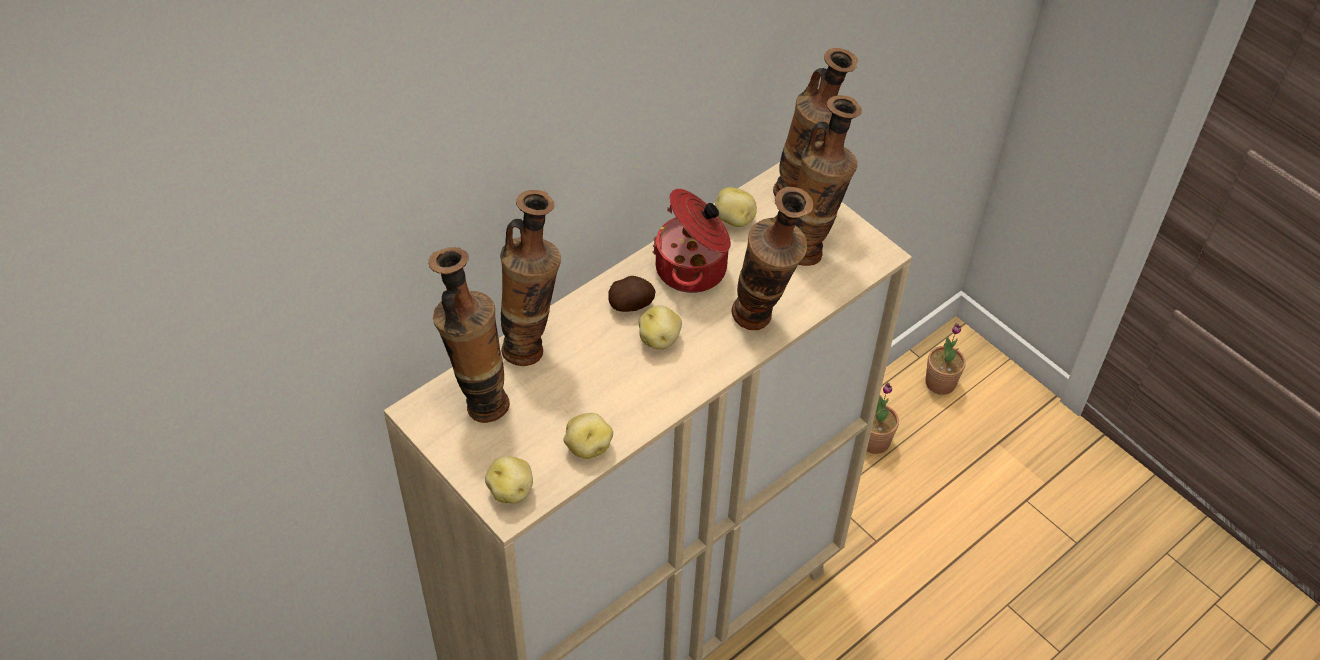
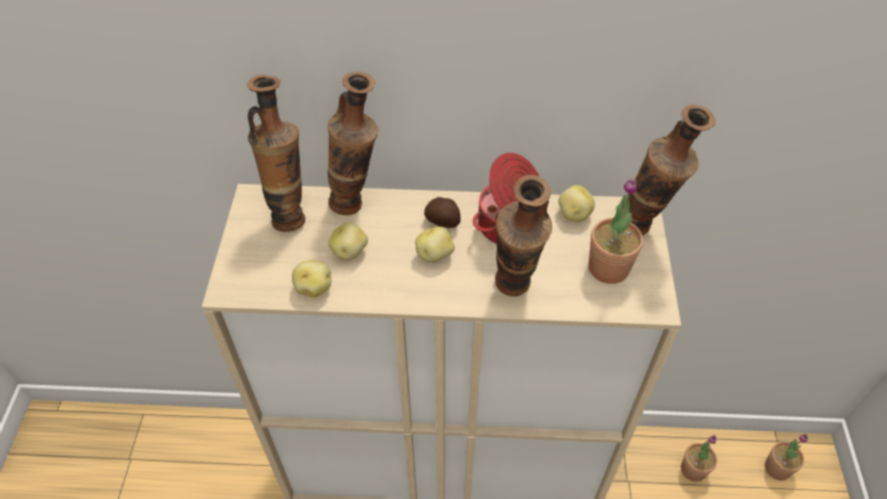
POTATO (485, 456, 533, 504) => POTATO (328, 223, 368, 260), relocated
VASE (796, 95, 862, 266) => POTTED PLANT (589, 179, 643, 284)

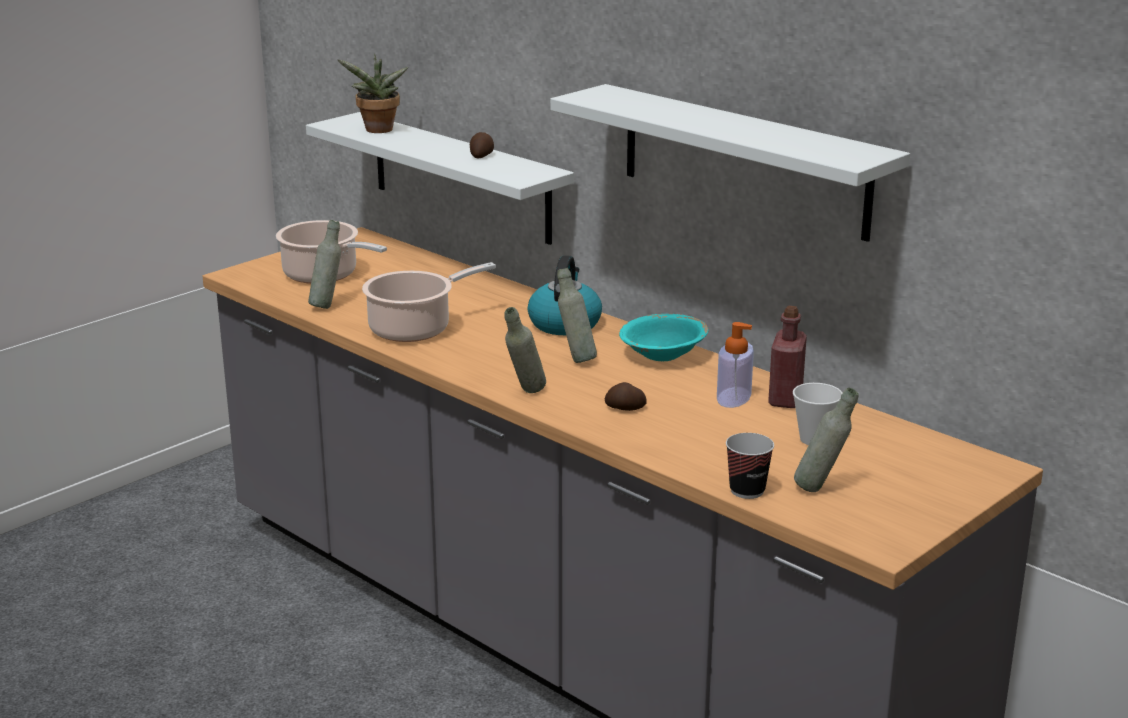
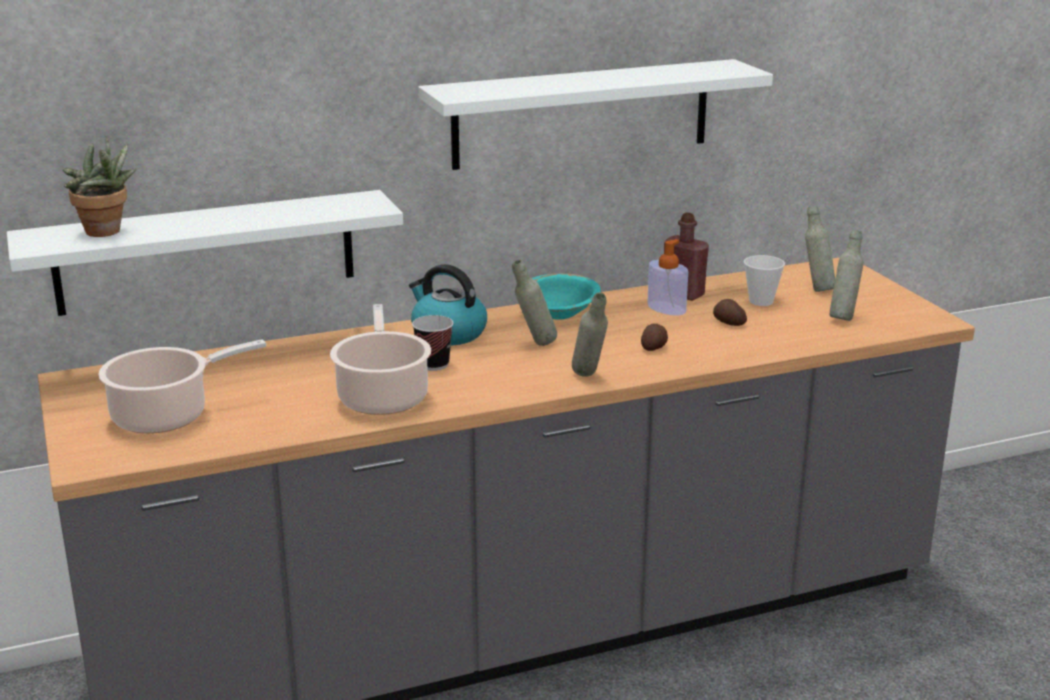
CUP (726, 433, 774, 499) => CUP (412, 315, 453, 371), relocated
POTATO (470, 132, 494, 158) => POTATO (713, 299, 747, 326), relocated
GREY BOTTLE (308, 220, 341, 309) => GREY BOTTLE (805, 206, 835, 292), relocated

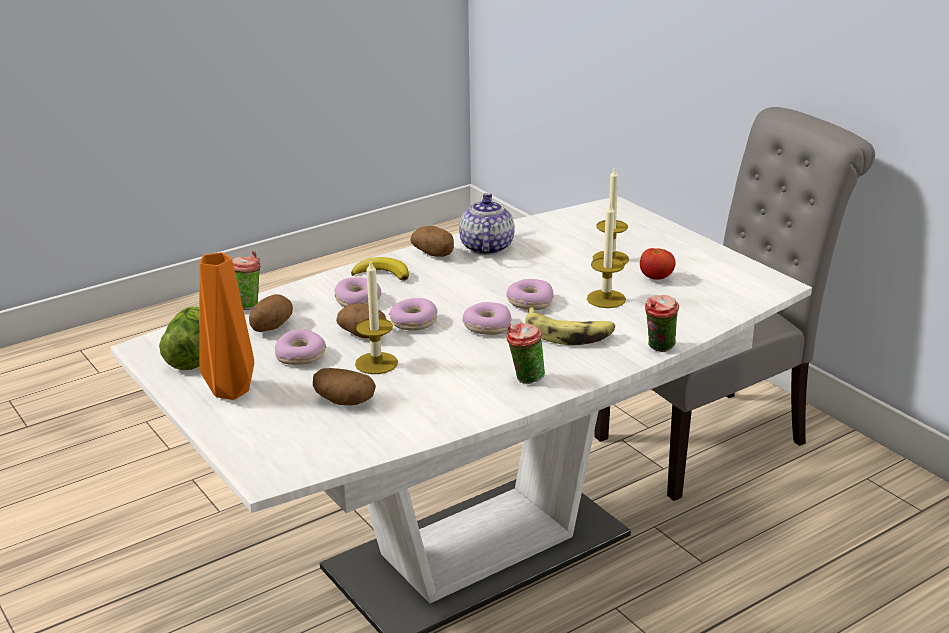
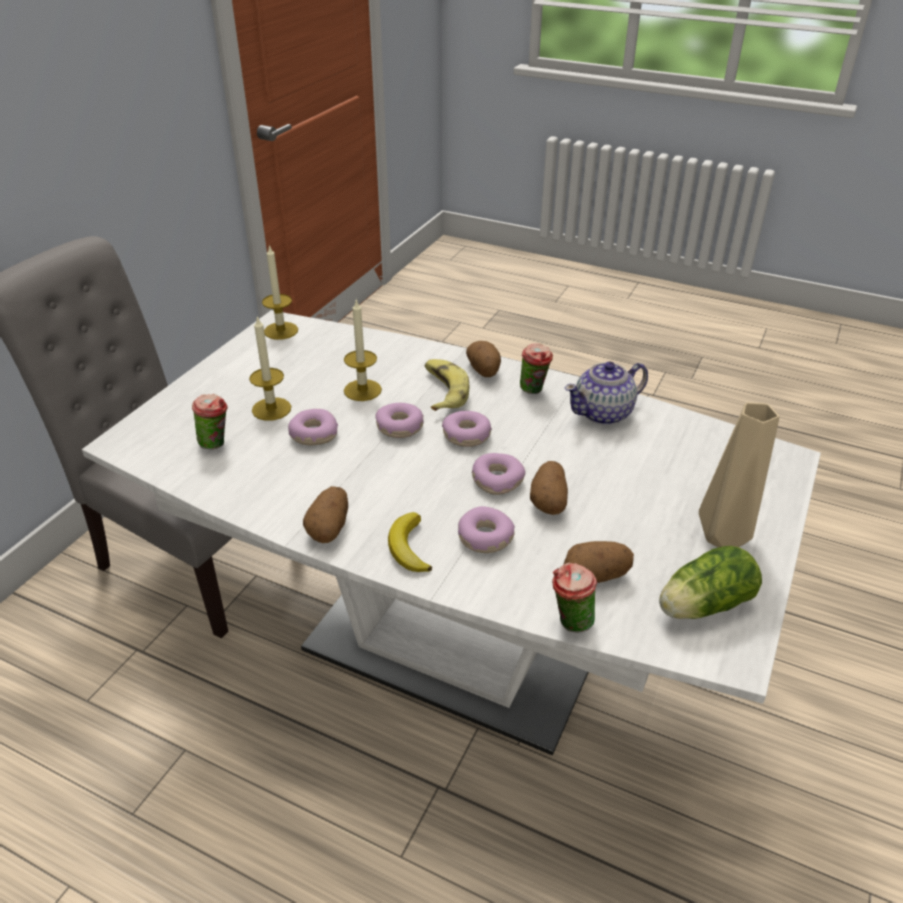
CUP (645, 295, 679, 352) => CUP (192, 394, 228, 449), relocated
CANDLE (355, 259, 398, 374) => CANDLE (262, 244, 298, 340), relocated
DONUT (275, 329, 326, 365) => DONUT (288, 409, 338, 445), relocated
POTATO (313, 368, 376, 406) => POTATO (466, 341, 501, 377), relocated
TEAPOT (459, 193, 515, 255) => TEAPOT (565, 362, 648, 425), relocated
ORANGE VASE (199, 252, 254, 400) => BEIGE VASE (699, 402, 779, 547)
TOMATO (640, 248, 675, 280) => nothing

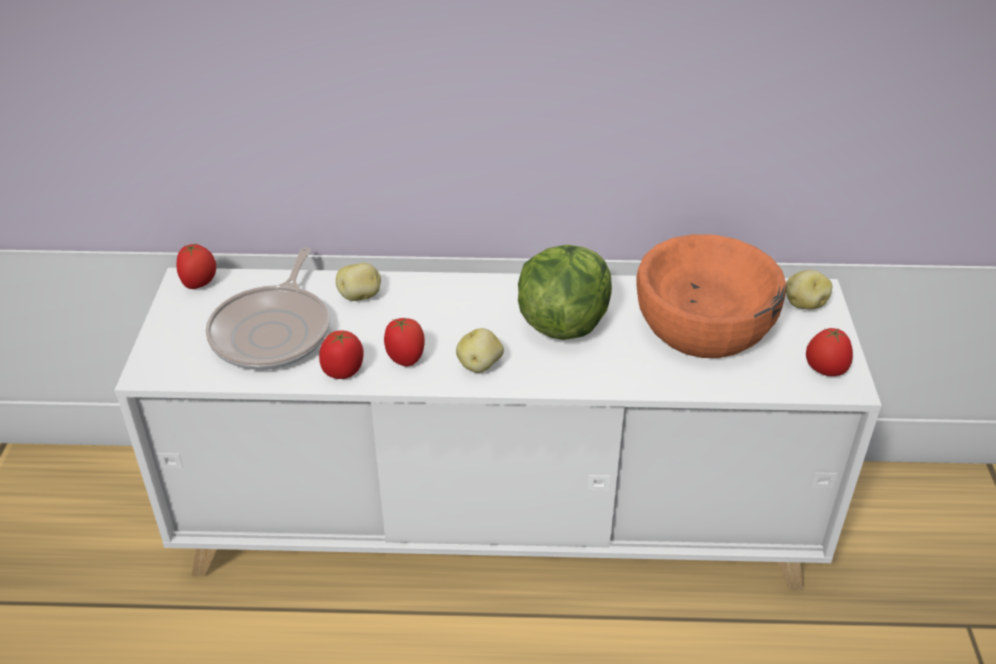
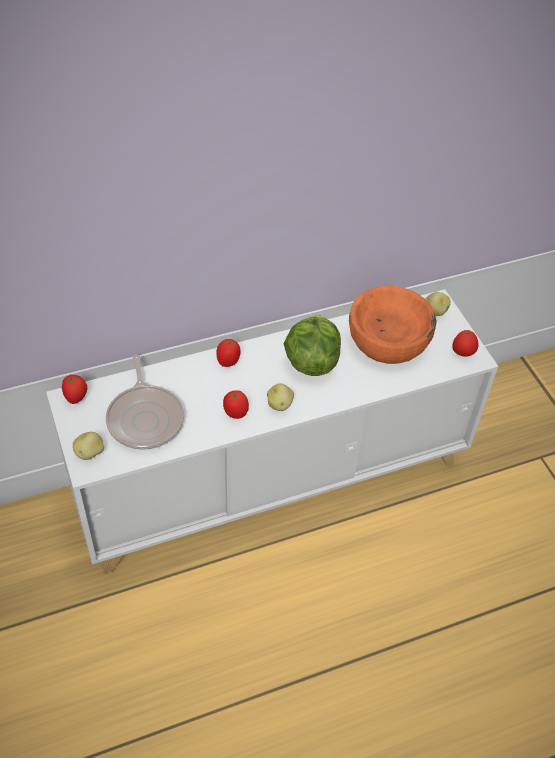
POTATO (336, 263, 381, 301) => POTATO (73, 432, 104, 460), relocated
TOMATO (319, 330, 364, 379) => TOMATO (216, 339, 241, 367), relocated

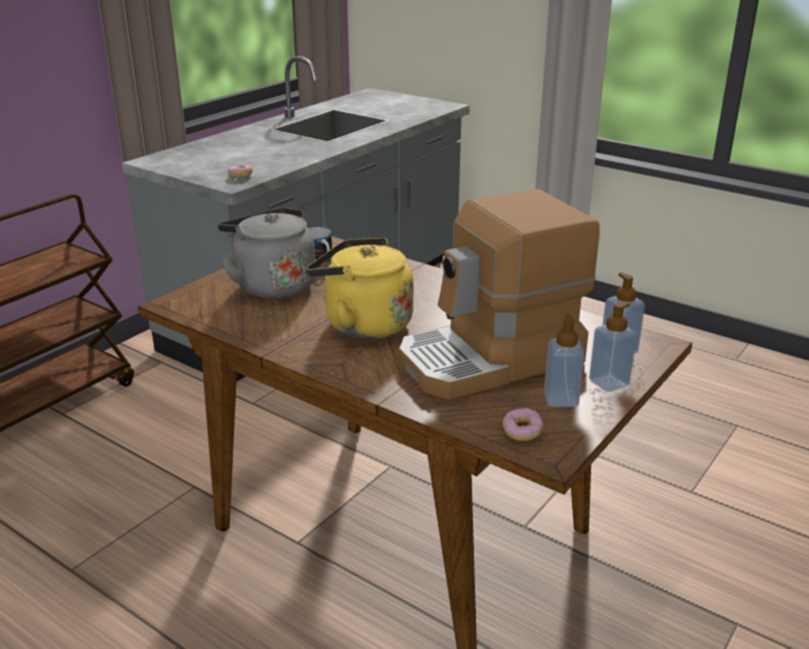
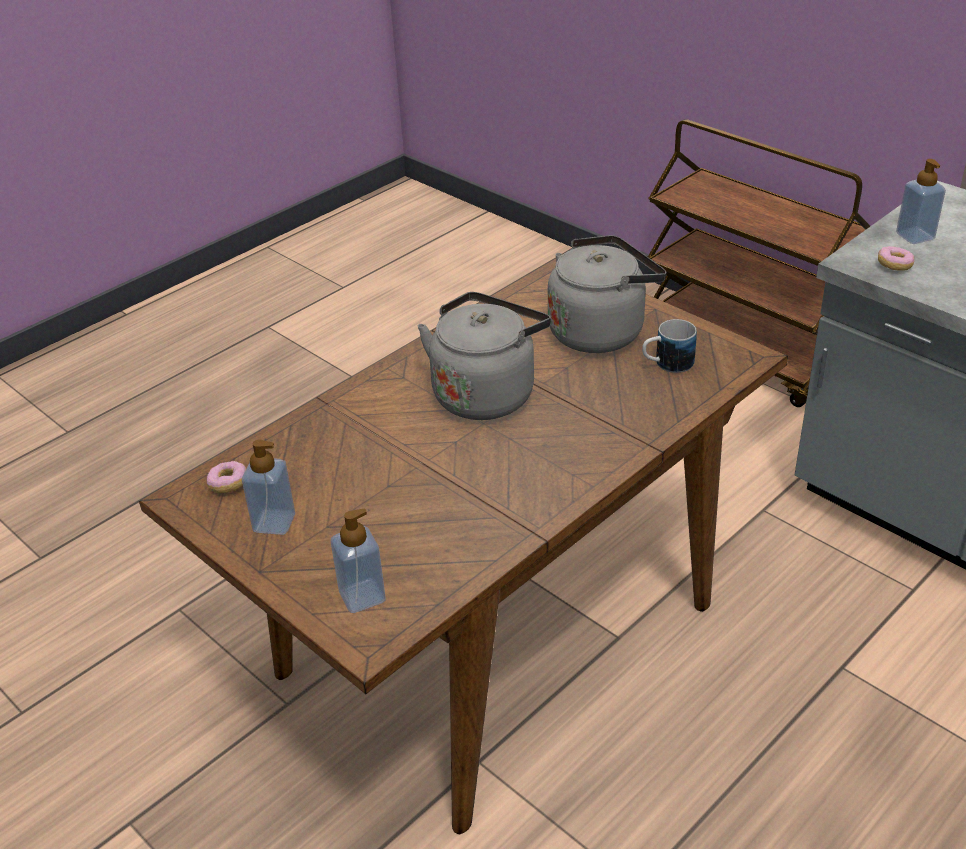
YELLOW KETTLE (306, 238, 413, 339) => GREY KETTLE (418, 292, 551, 420)
SOAP DISPENSER (589, 302, 637, 392) => SOAP DISPENSER (896, 159, 946, 244), relocated
COFFEE MACHINE (399, 189, 600, 400) => nothing

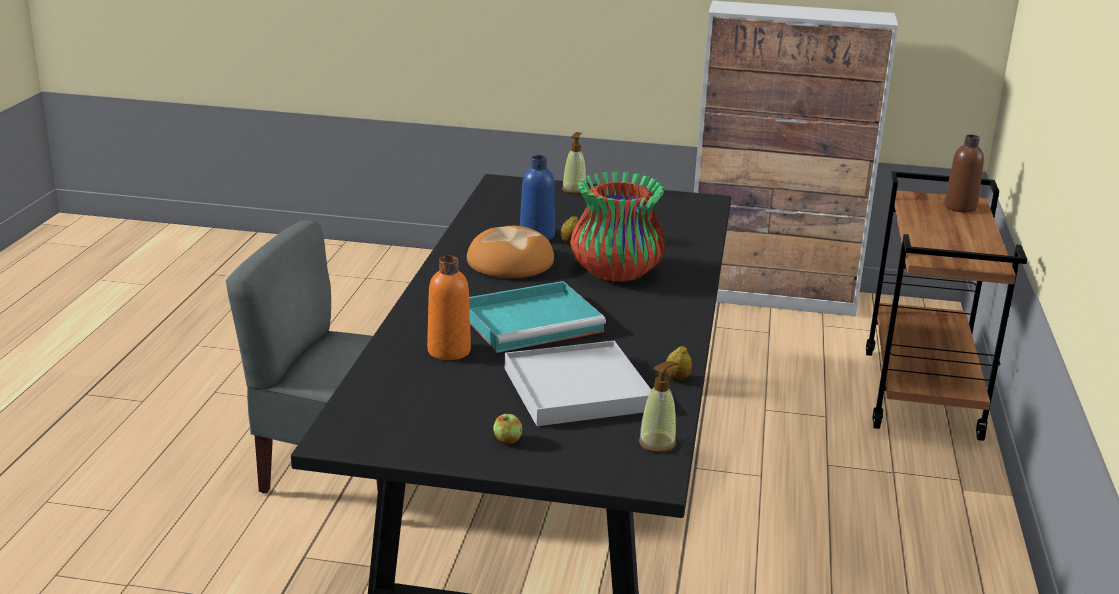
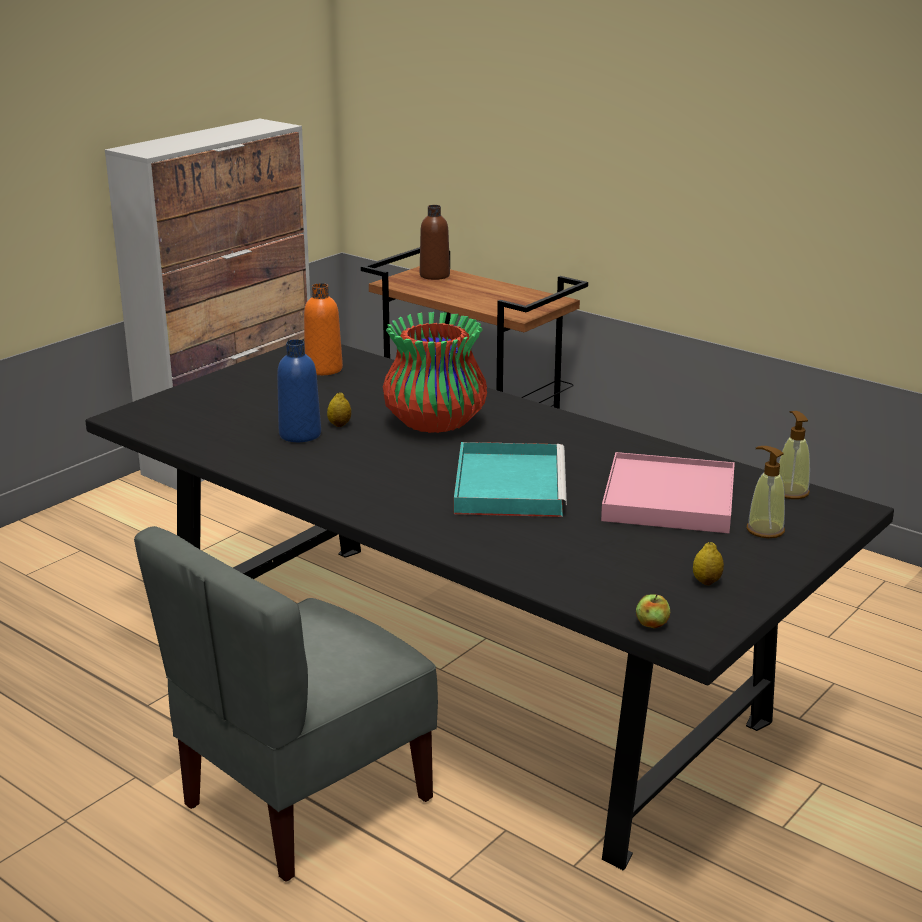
ORANGE BOTTLE (427, 256, 471, 360) => ORANGE BOTTLE (304, 283, 343, 375), relocated
WHITE TRAY (505, 341, 651, 426) => PINK TRAY (601, 452, 735, 533)
APPLE (493, 414, 522, 444) => APPLE (636, 594, 670, 629), relocated
LEMON (666, 346, 692, 381) => LEMON (693, 542, 724, 585), relocated
SOAP DISPENSER (562, 132, 586, 194) => SOAP DISPENSER (747, 446, 785, 538), relocated
BREAD (467, 226, 554, 278) => nothing

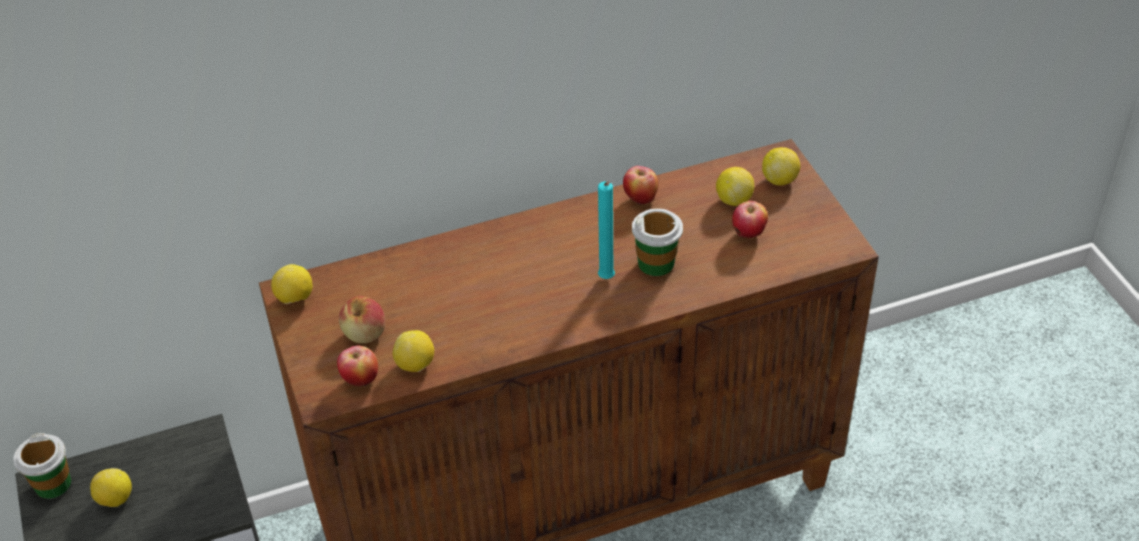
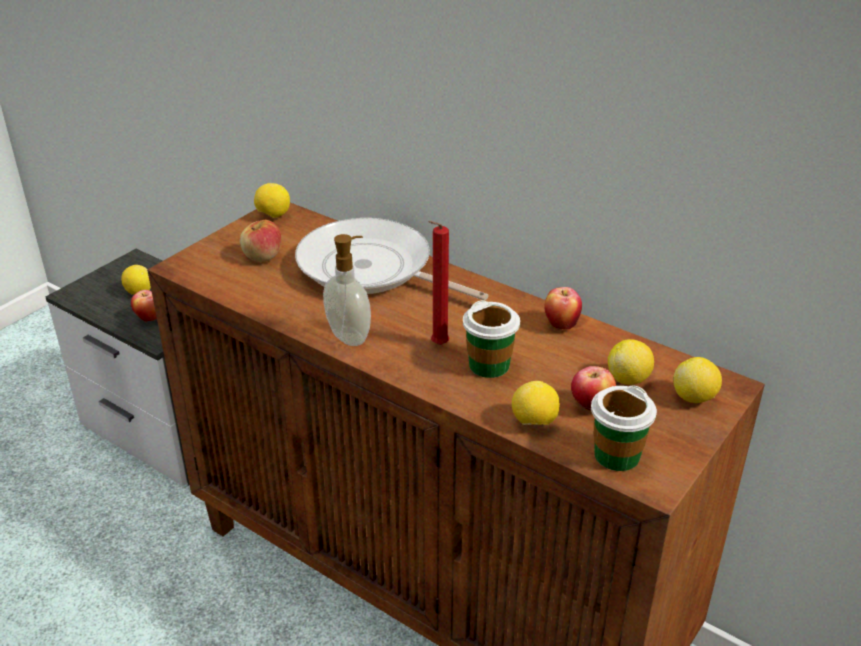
APPLE (337, 346, 378, 387) => APPLE (131, 290, 157, 322), relocated
nothing => FRYING PAN (295, 218, 489, 301)
nothing => SOAP DISPENSER (323, 234, 371, 346)
TURQUOISE CANDLE (598, 181, 615, 279) => RED CANDLE (428, 221, 449, 345)
LEMON (392, 330, 434, 372) => LEMON (512, 381, 560, 425), relocated
CUP (13, 433, 71, 499) => CUP (591, 385, 657, 471), relocated

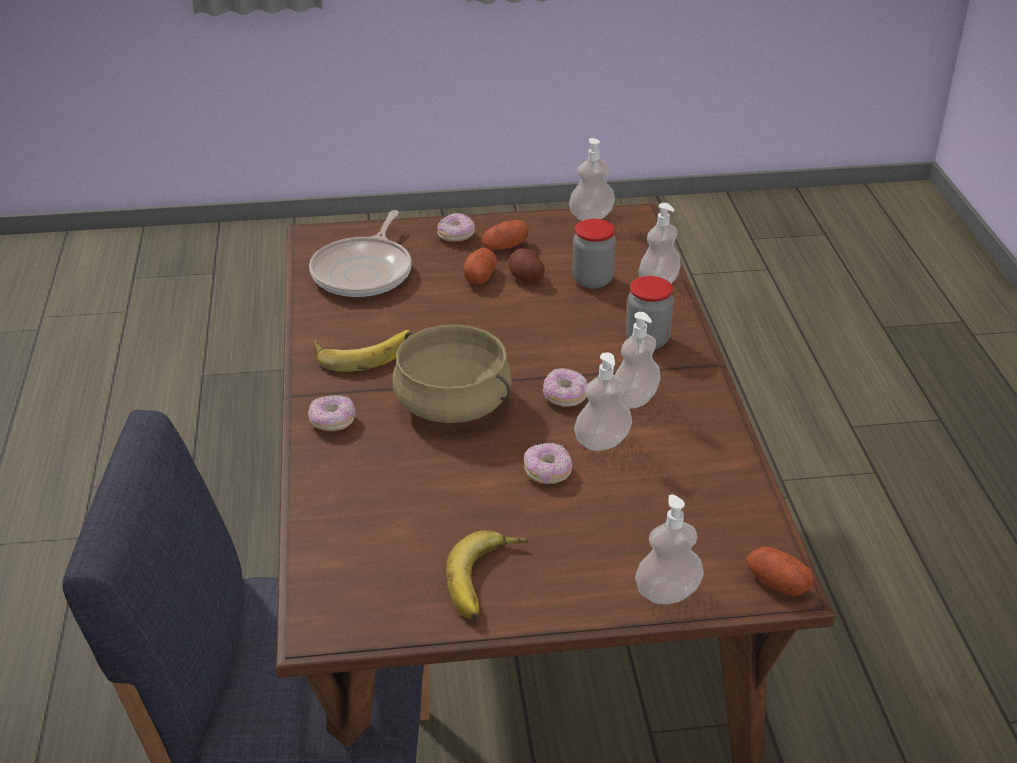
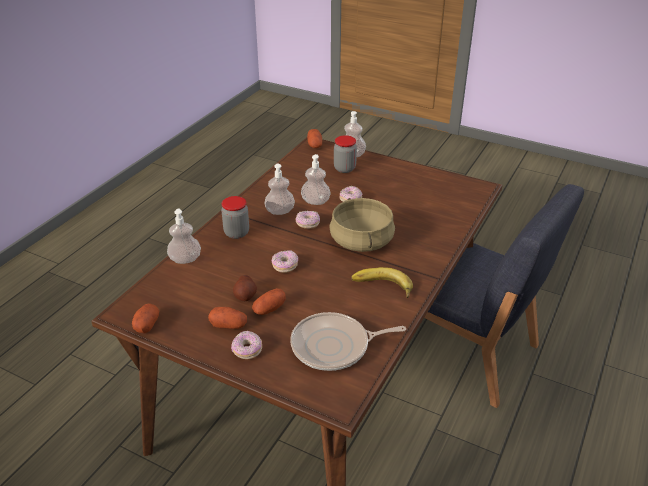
SOAP DISPENSER (569, 138, 615, 221) => POTATO (132, 304, 159, 333)
DONUT (308, 395, 356, 431) => DONUT (272, 250, 298, 273), relocated
FRYING PAN (309, 210, 412, 297) => FRYING PAN (290, 312, 406, 371), 150 degrees counterclockwise
JAR (572, 219, 616, 289) => JAR (334, 135, 357, 173), relocated
BANANA (446, 530, 528, 619) => nothing

